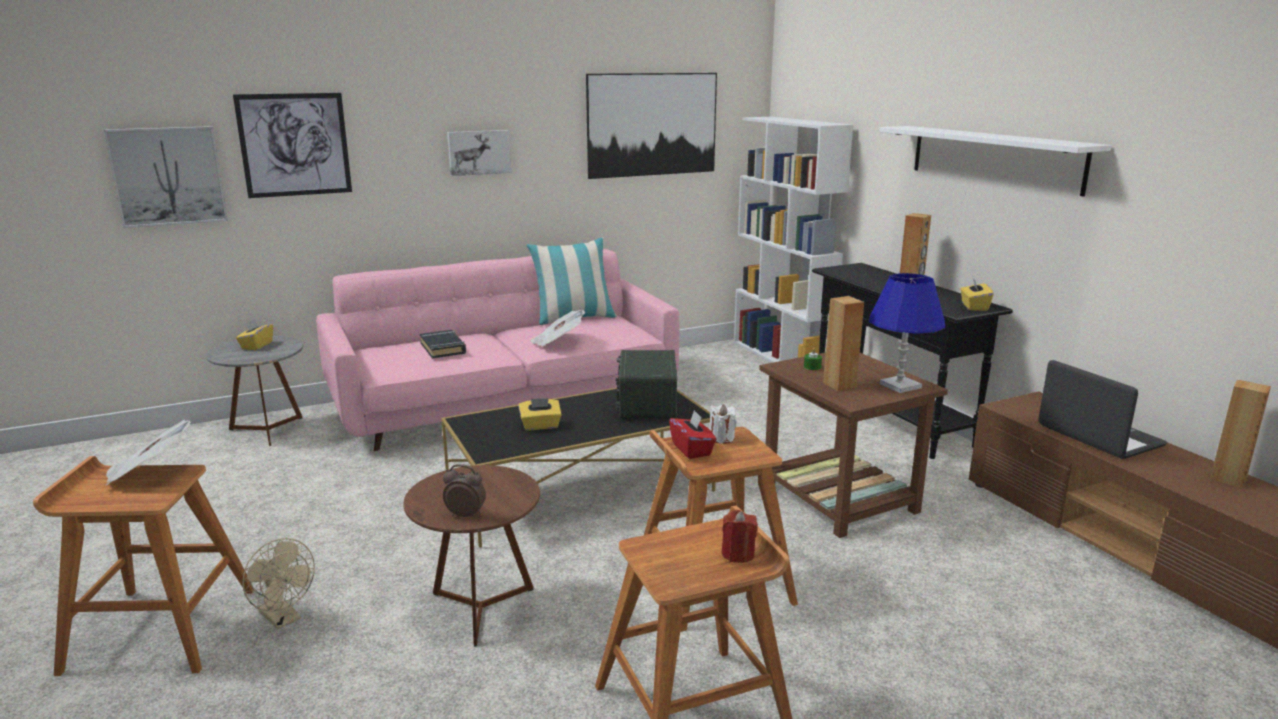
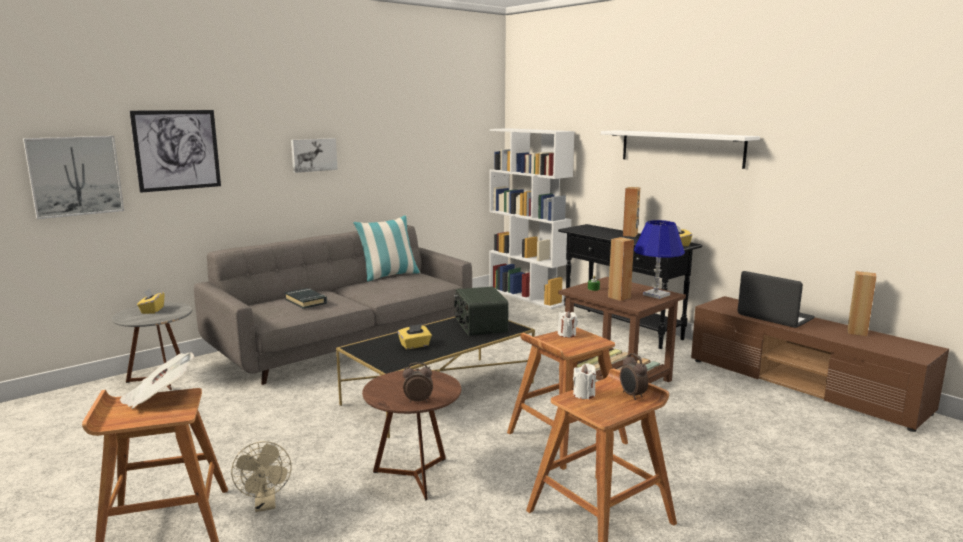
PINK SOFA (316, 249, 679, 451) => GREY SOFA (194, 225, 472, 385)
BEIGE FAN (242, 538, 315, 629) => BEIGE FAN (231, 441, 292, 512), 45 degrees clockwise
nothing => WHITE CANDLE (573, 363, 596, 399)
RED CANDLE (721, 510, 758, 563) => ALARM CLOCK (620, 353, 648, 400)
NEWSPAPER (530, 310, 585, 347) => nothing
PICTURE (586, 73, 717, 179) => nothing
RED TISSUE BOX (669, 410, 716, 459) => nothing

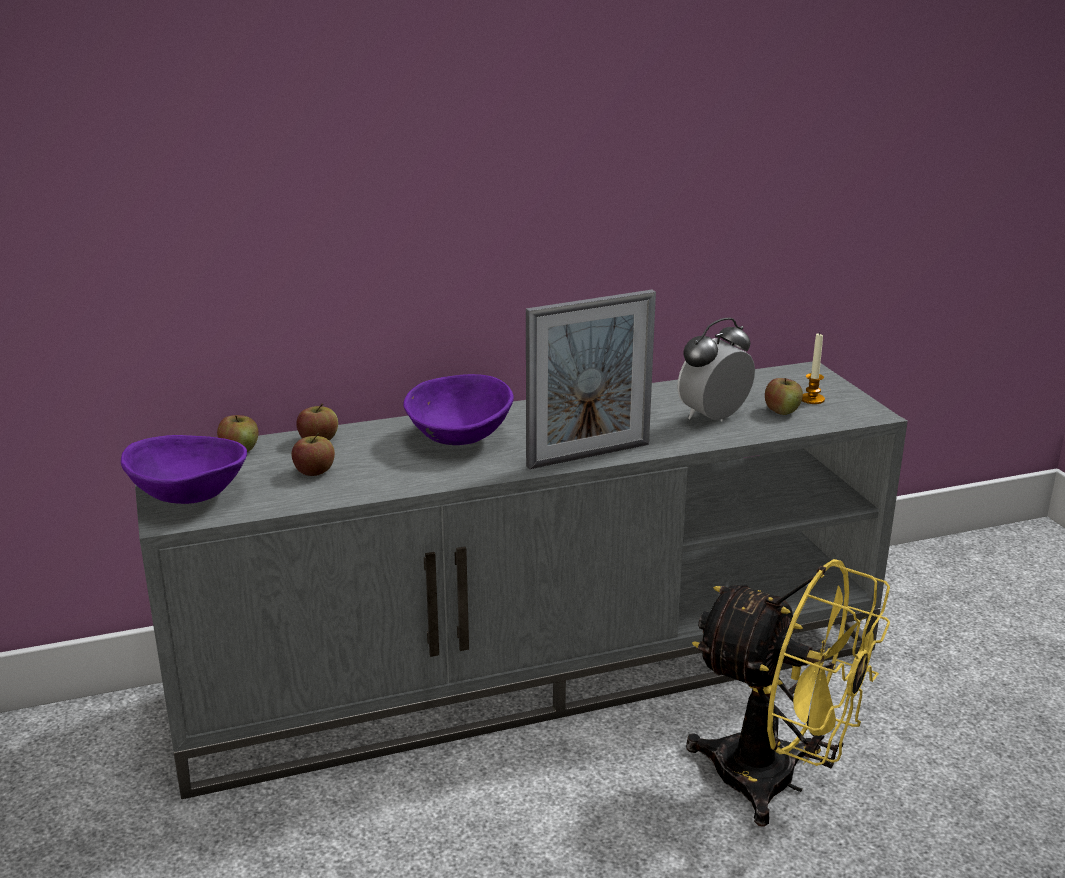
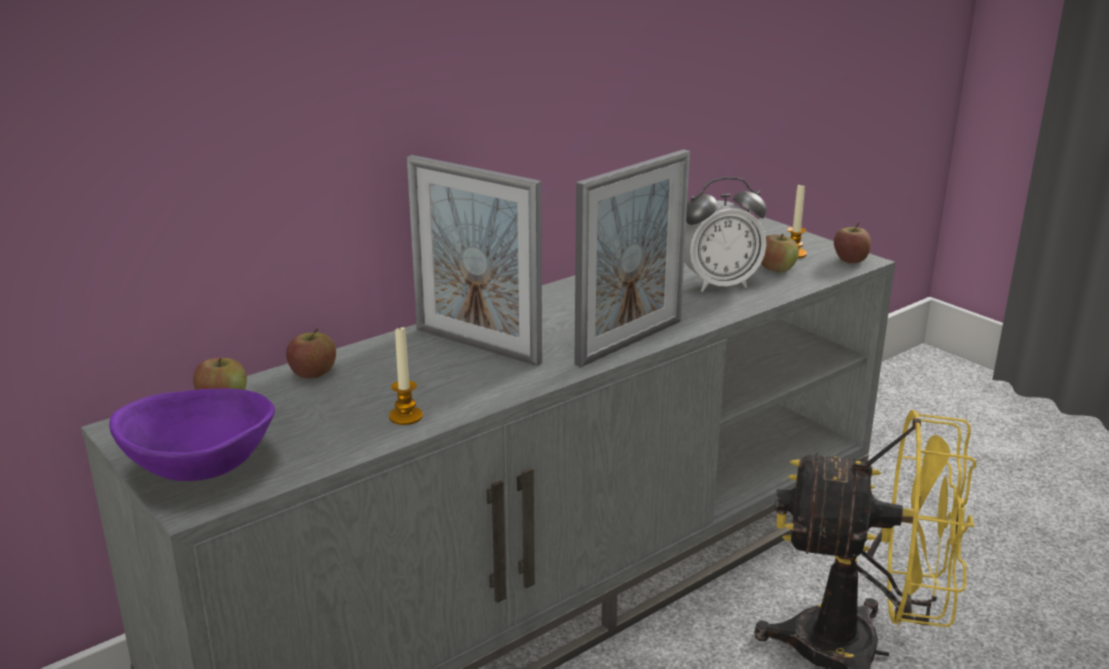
nothing => CANDLE (389, 327, 423, 425)
PURPLE BOWL (403, 374, 514, 445) => PICTURE FRAME (407, 155, 542, 366)
ALARM CLOCK (678, 318, 755, 422) => ALARM CLOCK (684, 177, 767, 292), 135 degrees counterclockwise
APPLE (292, 433, 335, 476) => APPLE (834, 222, 871, 264), relocated

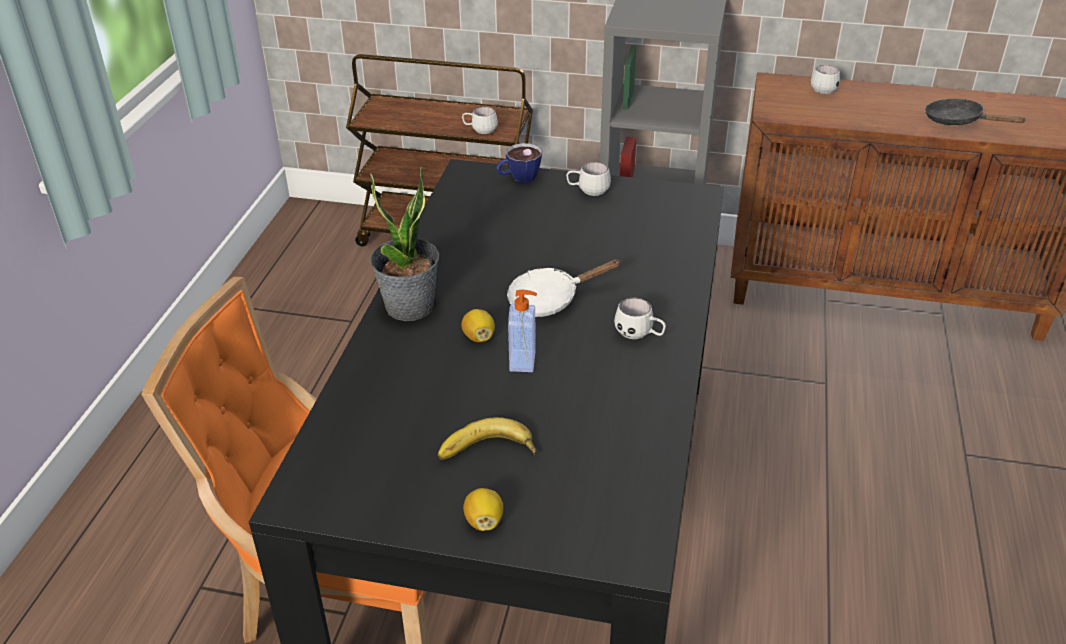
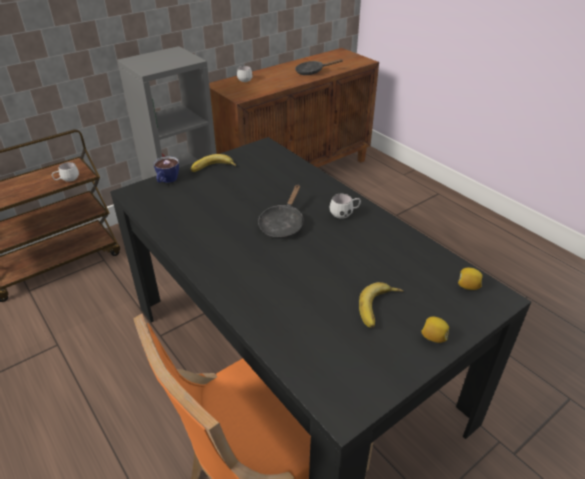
WHITE MUG (566, 162, 611, 196) => BANANA (190, 154, 236, 172)
WHITE FRYING PAN (507, 259, 621, 317) => BLACK FRYING PAN (258, 185, 303, 239)
LEMON (461, 309, 495, 342) => LEMON (458, 268, 483, 290), relocated
POTTED PLANT (370, 167, 439, 321) => nothing
SOAP DISPENSER (508, 290, 537, 372) => nothing

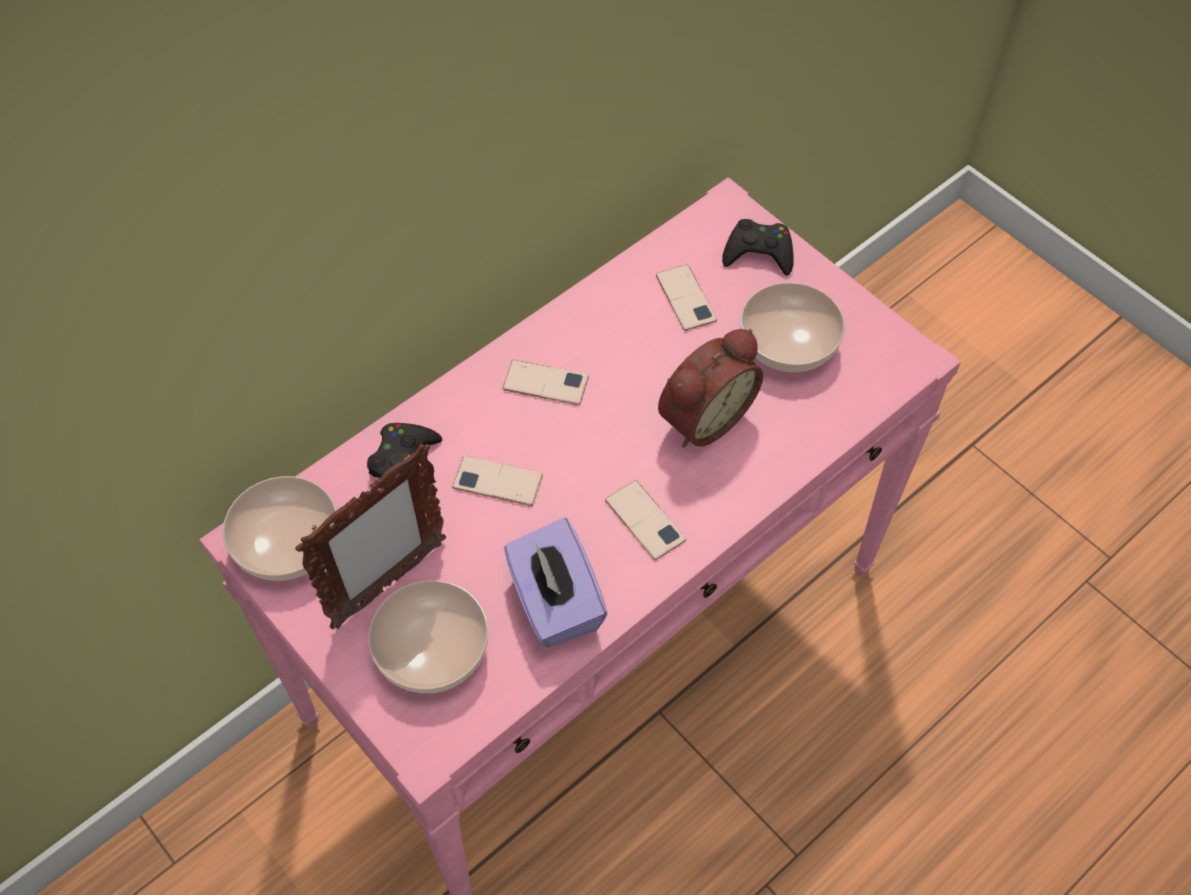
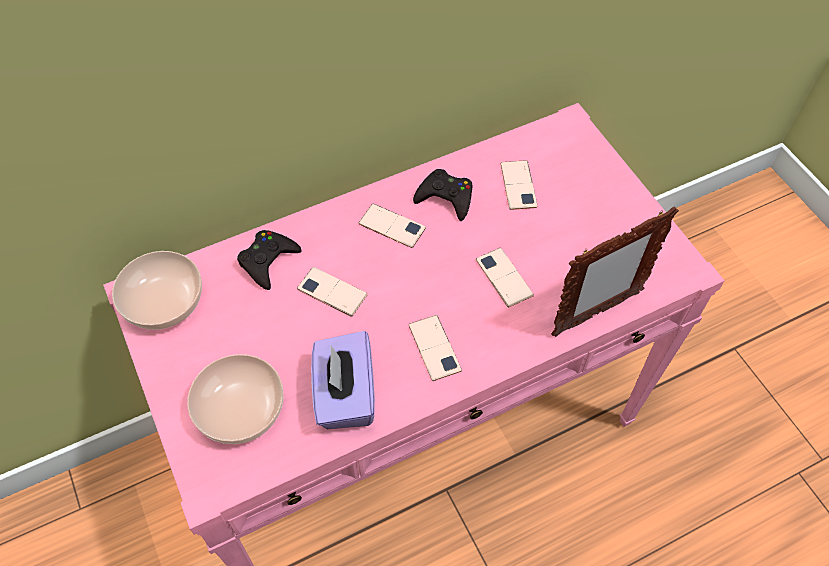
BLACK GAME CONTROLLER (722, 219, 794, 276) => BLACK GAME CONTROLLER (413, 169, 472, 221), relocated
ALARM CLOCK (658, 329, 763, 448) => PHONE (476, 248, 534, 308)
PICTURE FRAME (295, 443, 446, 630) => PICTURE FRAME (551, 206, 679, 337), relocated
BOWL (741, 282, 845, 372) => nothing

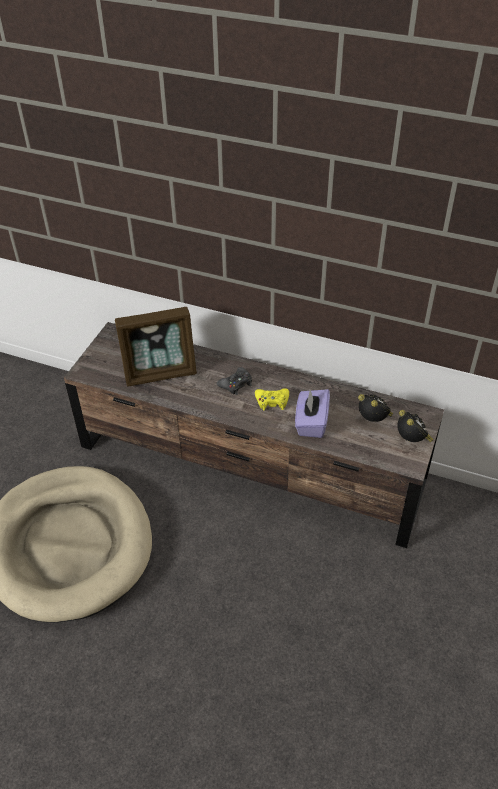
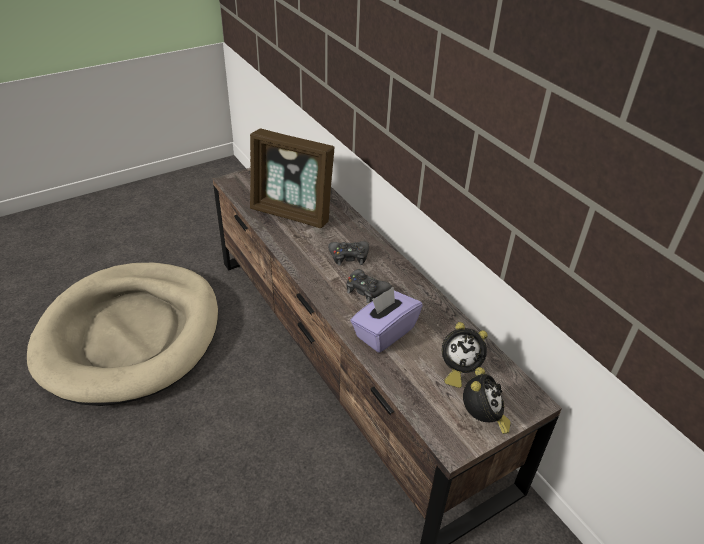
YELLOW GAME CONTROLLER (255, 389, 289, 411) => BLACK GAME CONTROLLER (346, 269, 392, 303)
ALARM CLOCK (358, 394, 393, 422) => ALARM CLOCK (442, 322, 488, 388), 105 degrees clockwise

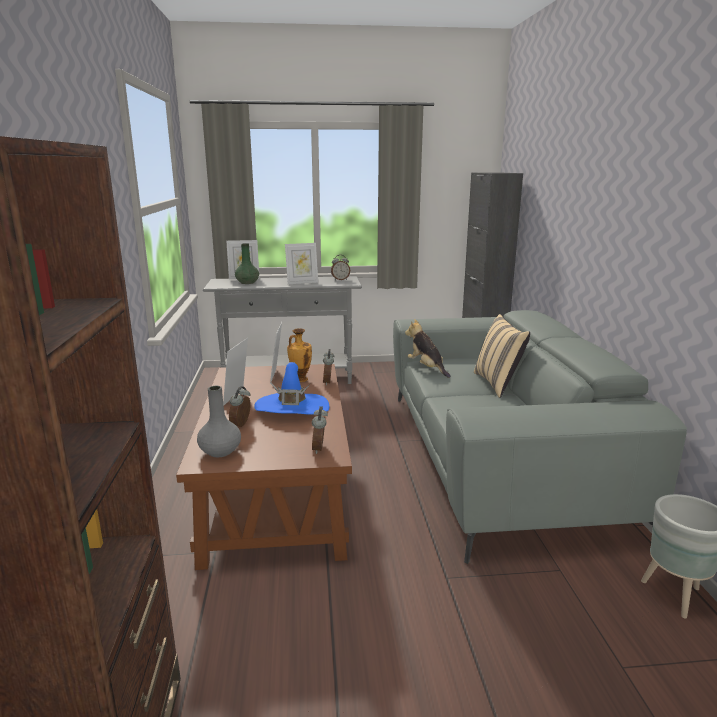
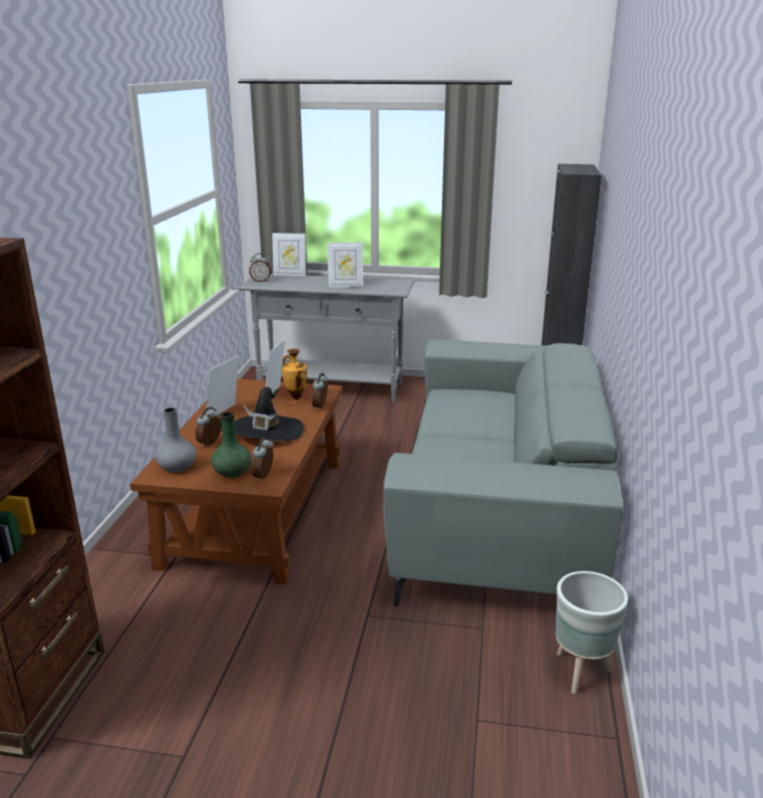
GREEN VASE (235, 243, 259, 284) => GREEN VASE (211, 412, 252, 478), relocated
BLUE HAT (254, 362, 329, 415) => BLACK HAT (235, 387, 304, 441)
ALARM CLOCK (331, 255, 350, 280) => ALARM CLOCK (249, 253, 271, 282), relocated
PLUSH TOY (405, 319, 450, 378) => nothing
BEIGE PILLOW (474, 314, 530, 398) => nothing

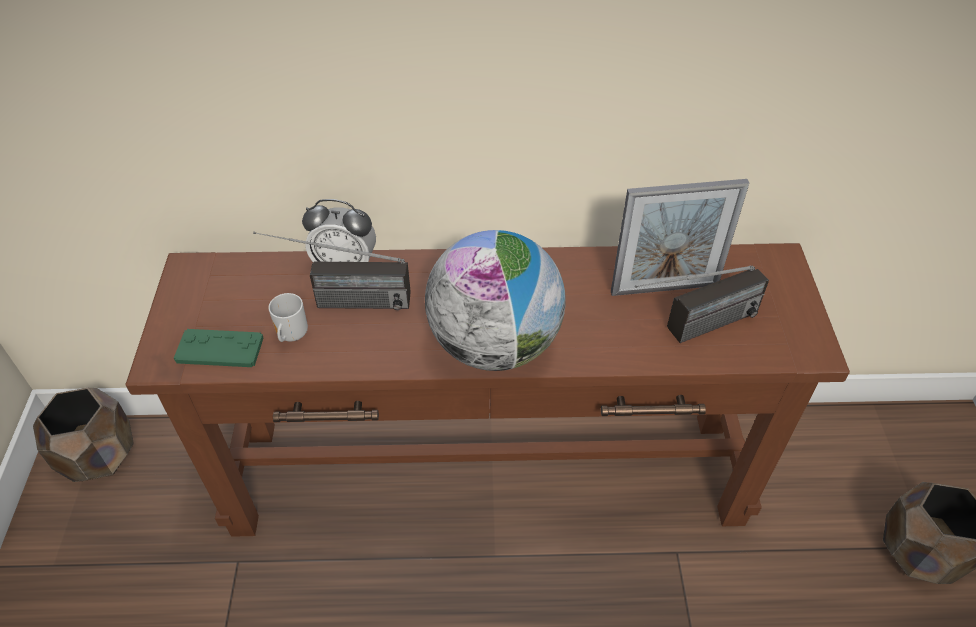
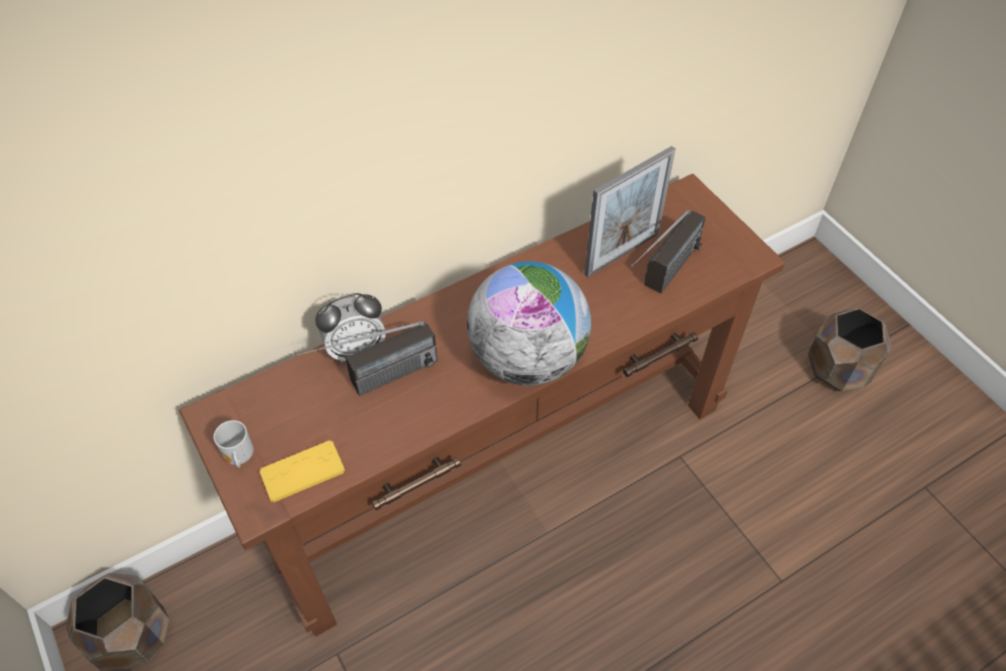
MUG (268, 293, 308, 342) => MUG (214, 420, 254, 468), relocated
GREEN GAME CONTROLLER (174, 329, 263, 367) => YELLOW GAME CONTROLLER (260, 440, 345, 502)

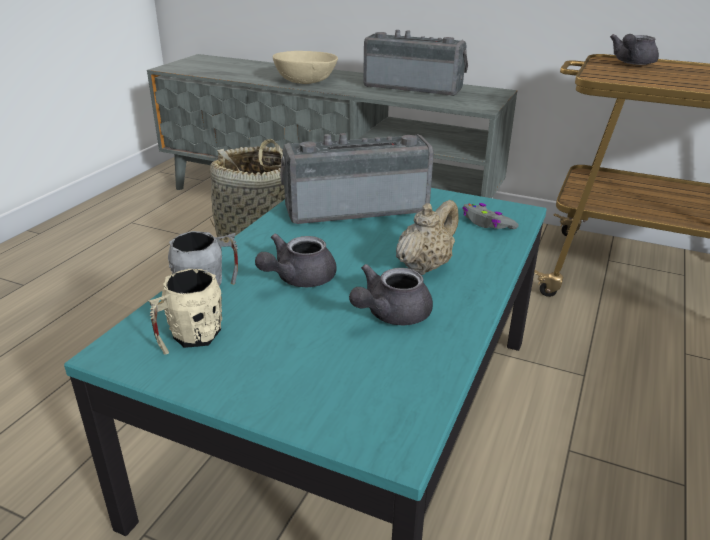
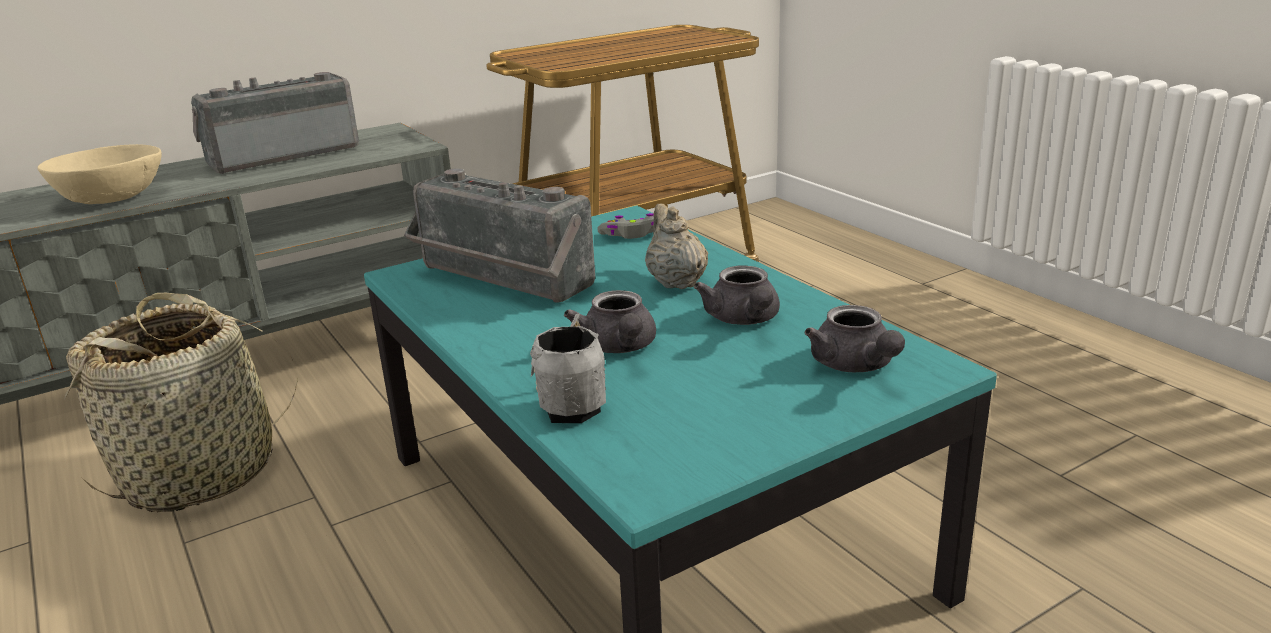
RADIO (280, 133, 434, 224) => RADIO (404, 168, 595, 302), 75 degrees counterclockwise
GREY TEAPOT (610, 34, 659, 65) => GREY TEAPOT (805, 305, 905, 372), relocated
BEIGE MUG (148, 269, 222, 355) => nothing

